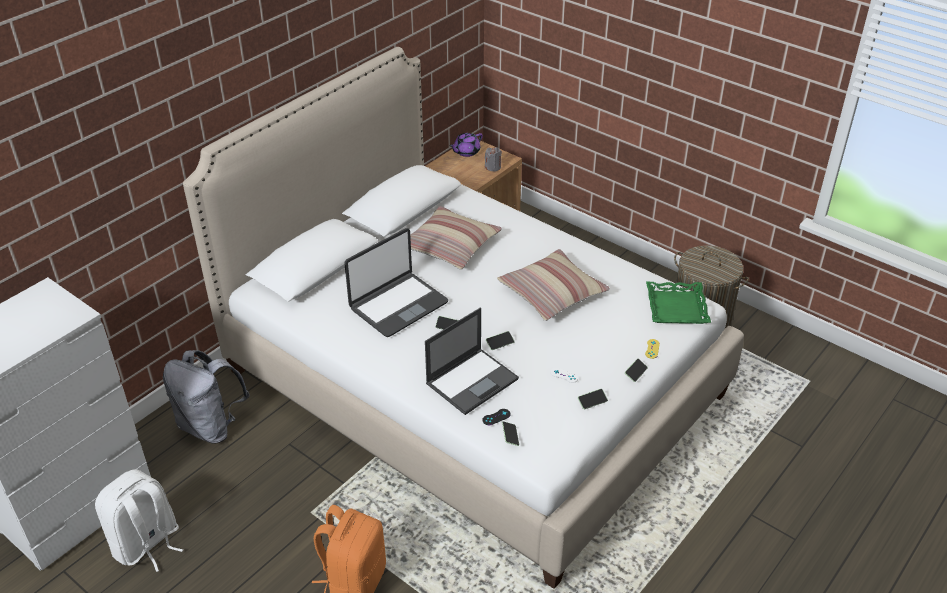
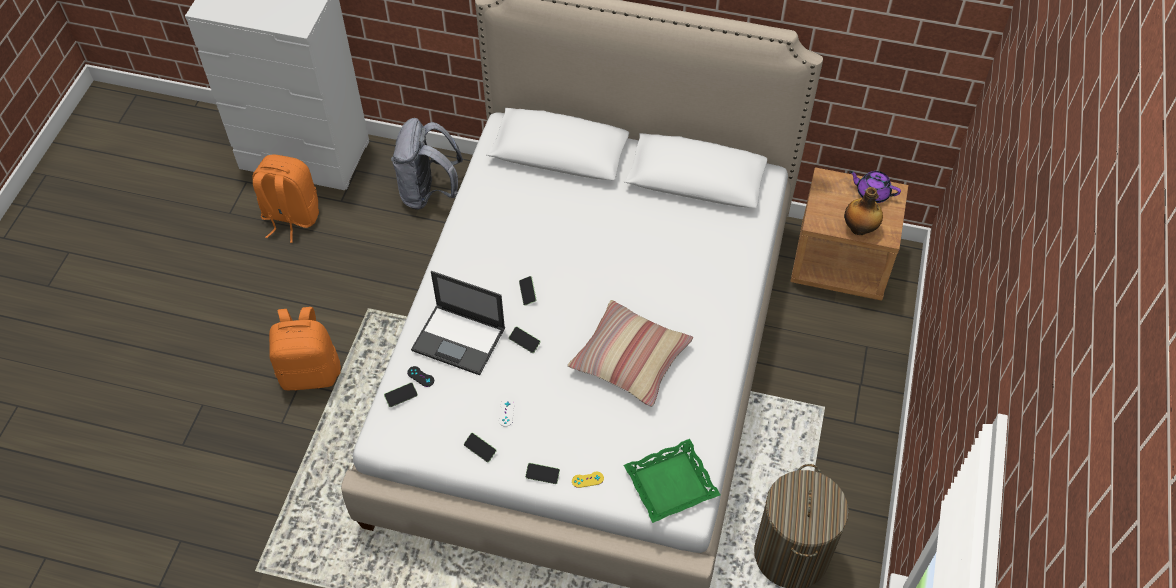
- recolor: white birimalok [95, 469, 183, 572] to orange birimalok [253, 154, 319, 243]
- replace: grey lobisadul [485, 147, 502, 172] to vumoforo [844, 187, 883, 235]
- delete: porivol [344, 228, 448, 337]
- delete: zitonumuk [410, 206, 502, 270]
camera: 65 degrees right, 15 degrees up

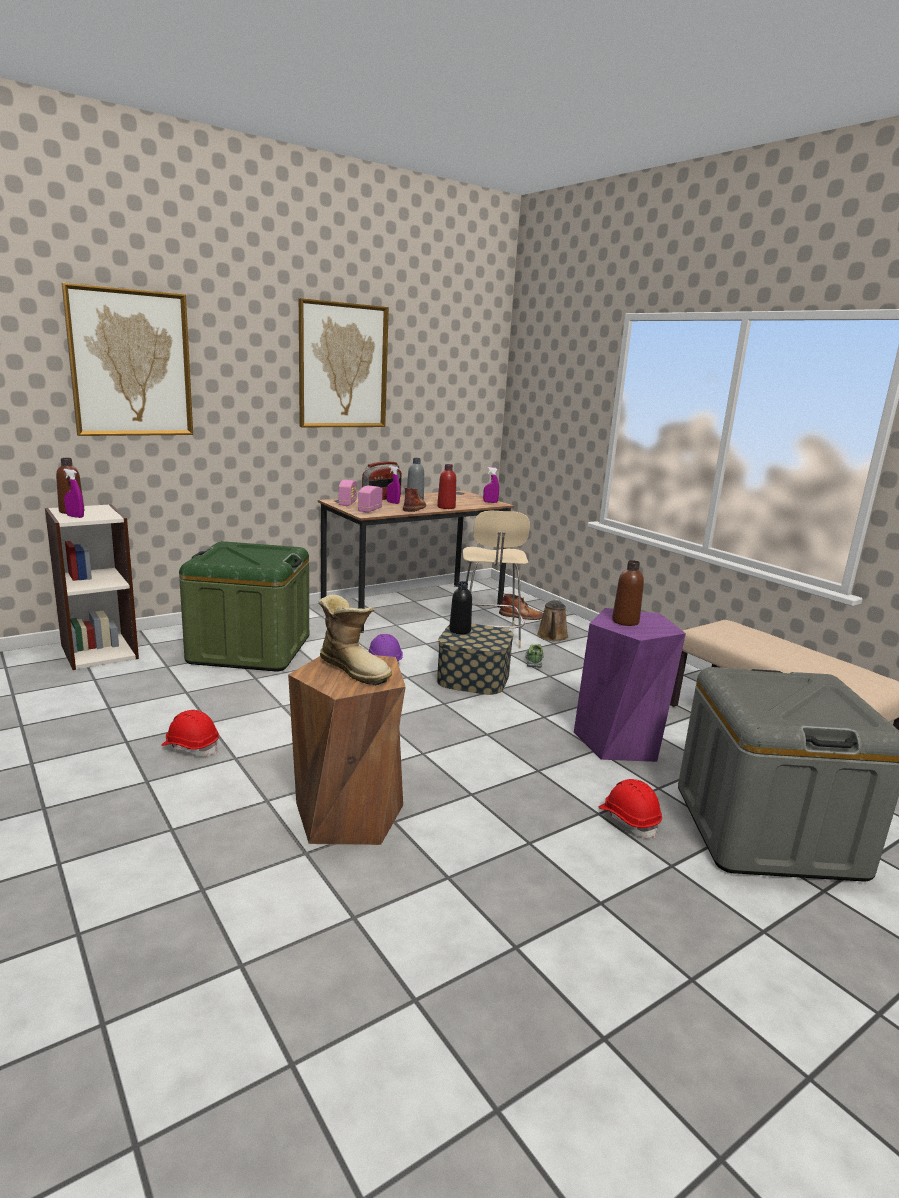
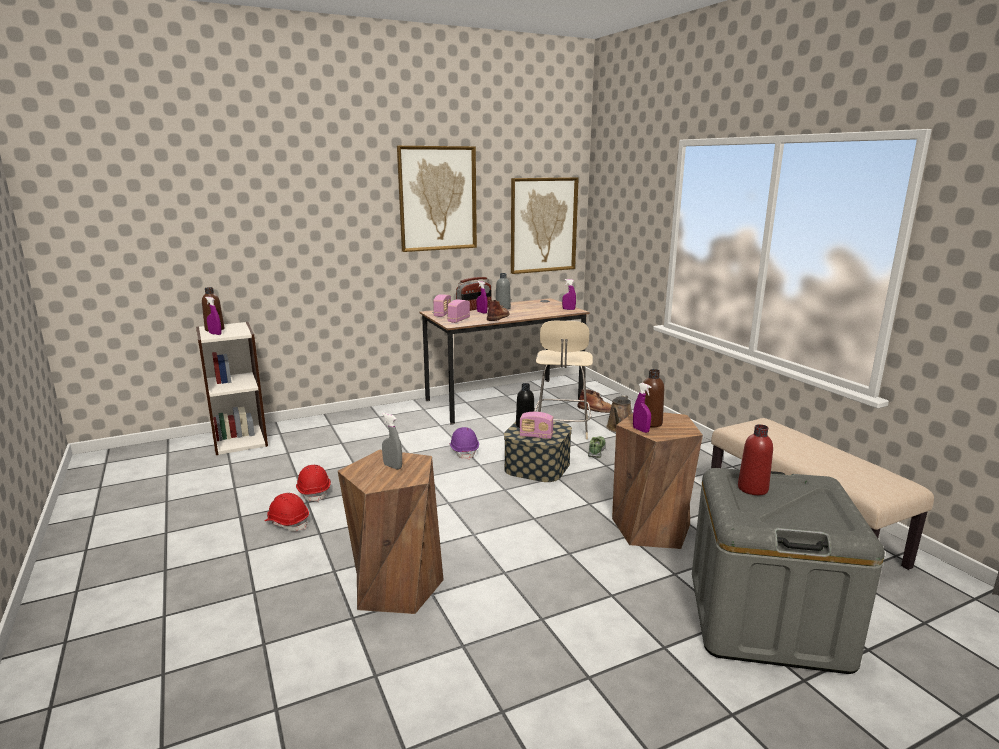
- move: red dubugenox [599, 779, 662, 839] to [296, 465, 331, 502]
- replace: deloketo [319, 594, 392, 685] to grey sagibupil [382, 413, 402, 470]
- move: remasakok [62, 283, 193, 436] to [511, 177, 579, 274]
- insert: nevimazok [520, 412, 553, 439]
- recolor: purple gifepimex [574, 608, 686, 762] to brown gifepimex [612, 412, 703, 549]
- insert: purple sagibupil [633, 383, 651, 433]
- move: red vumoforo [437, 464, 456, 509] to [738, 424, 773, 495]
- delete: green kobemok [179, 541, 309, 672]
camera: 10 degrees right, 0 degrees up

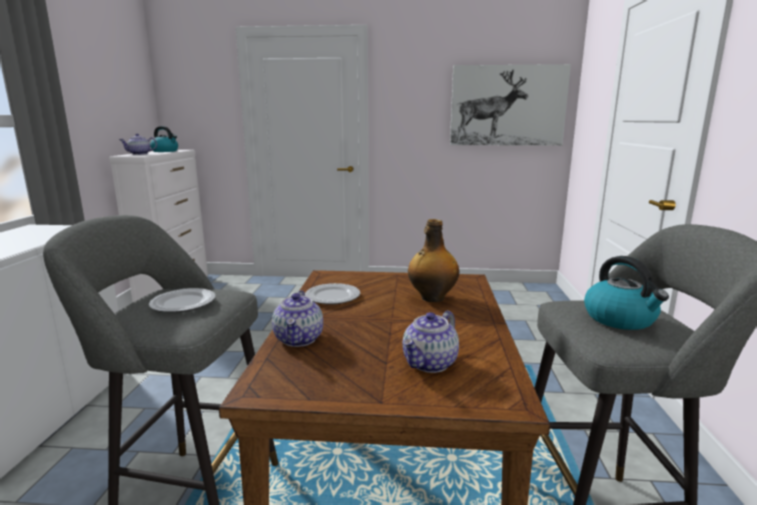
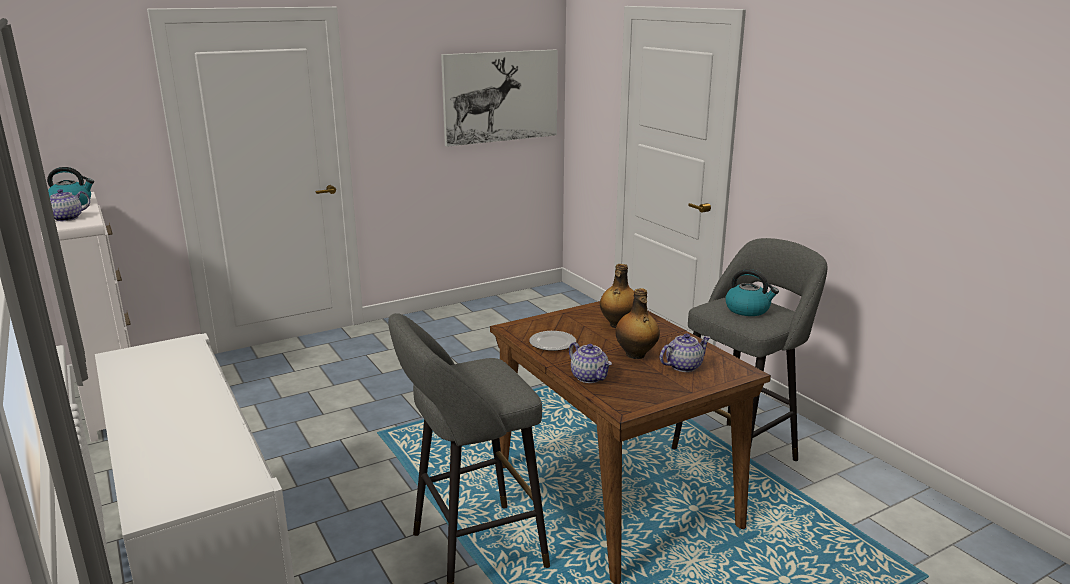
- insert: vumoforo [615, 288, 660, 359]
- rotate: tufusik [403, 311, 459, 373] = [660, 334, 711, 372] 120 degrees counterclockwise
- delete: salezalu [149, 288, 216, 313]
camera: 35 degrees left, 5 degrees up

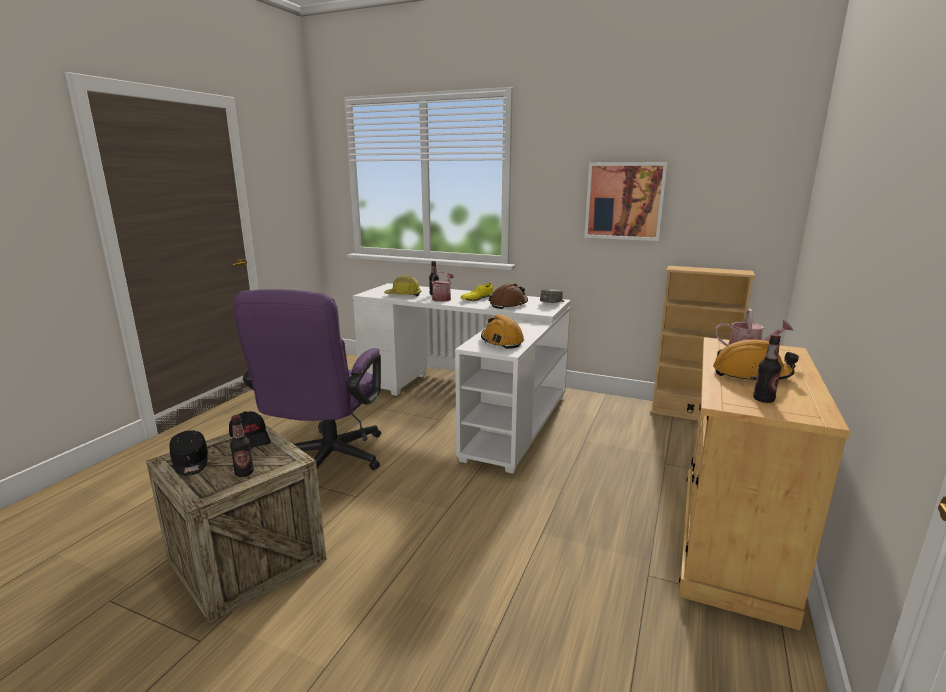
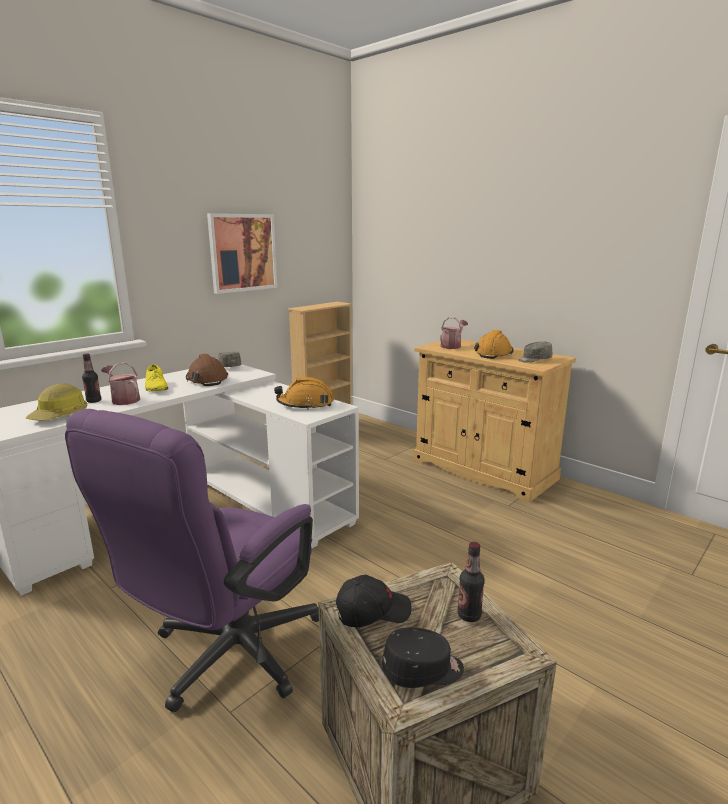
- rotate: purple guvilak [233, 289, 381, 470] = [65, 409, 319, 713] 90 degrees clockwise
- replace: vumoforo [753, 334, 781, 403] to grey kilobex [518, 342, 552, 363]
camera: 70 degrees left, 0 degrees up

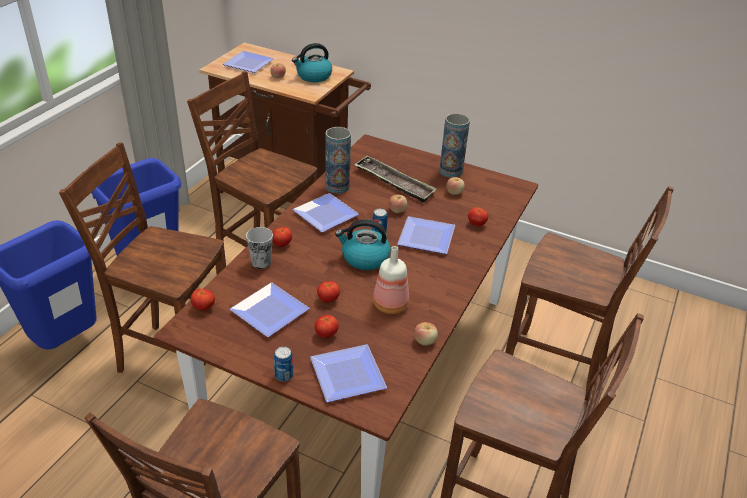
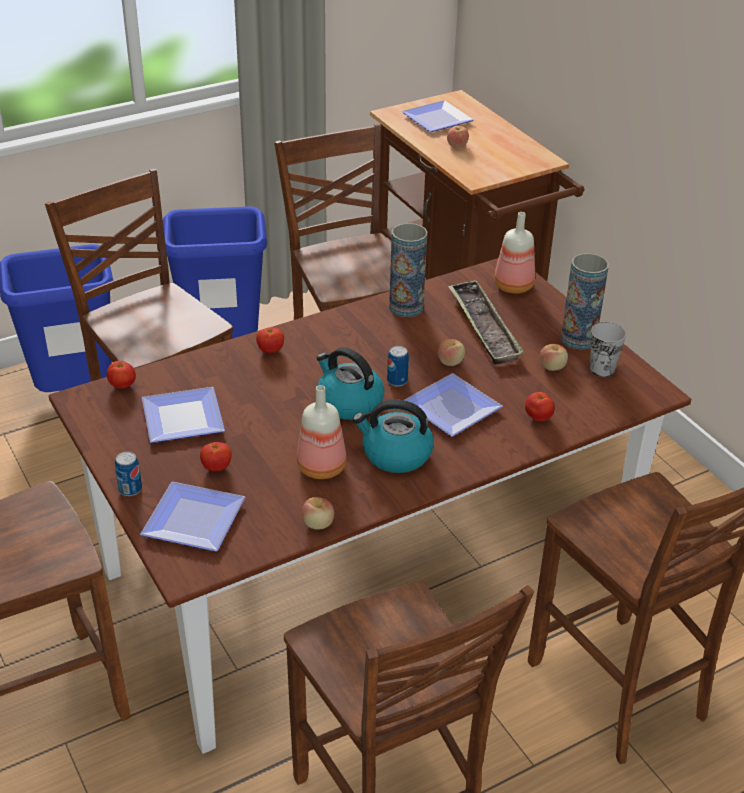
- move: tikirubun [292, 43, 332, 82] to [353, 399, 434, 473]
- insert: vumoforo [494, 212, 535, 294]
- move: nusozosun [246, 227, 273, 269] to [590, 322, 626, 377]
- delete: salezalu [292, 193, 359, 232]
- delete: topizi [317, 281, 340, 303]
camera: 35 degrees right, 0 degrees up

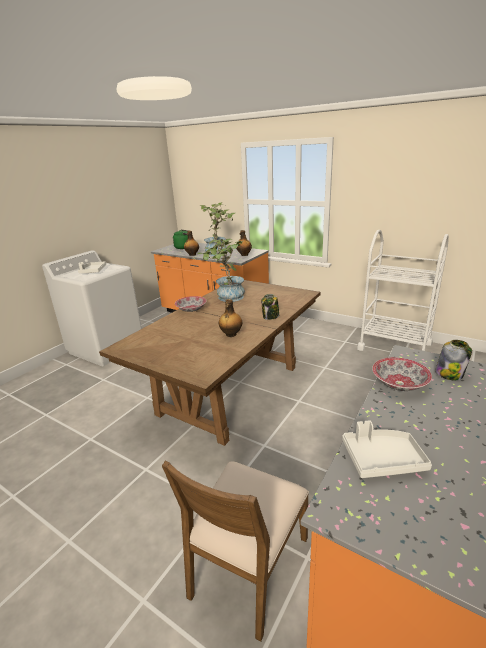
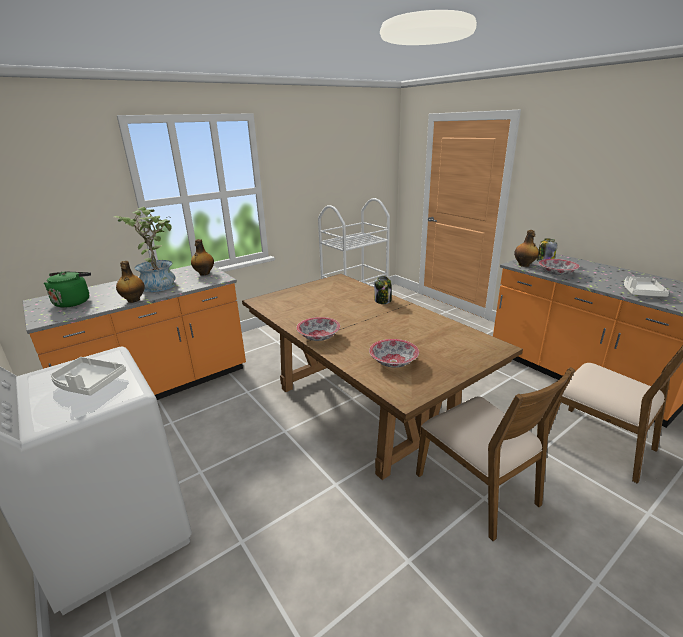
- insert: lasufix [369, 339, 419, 368]
- insert: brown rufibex [416, 367, 575, 541]
- move: vumoforo [219, 299, 242, 337] to [514, 230, 539, 267]
- delete: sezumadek [198, 239, 245, 302]
camera: 70 degrees left, 0 degrees up

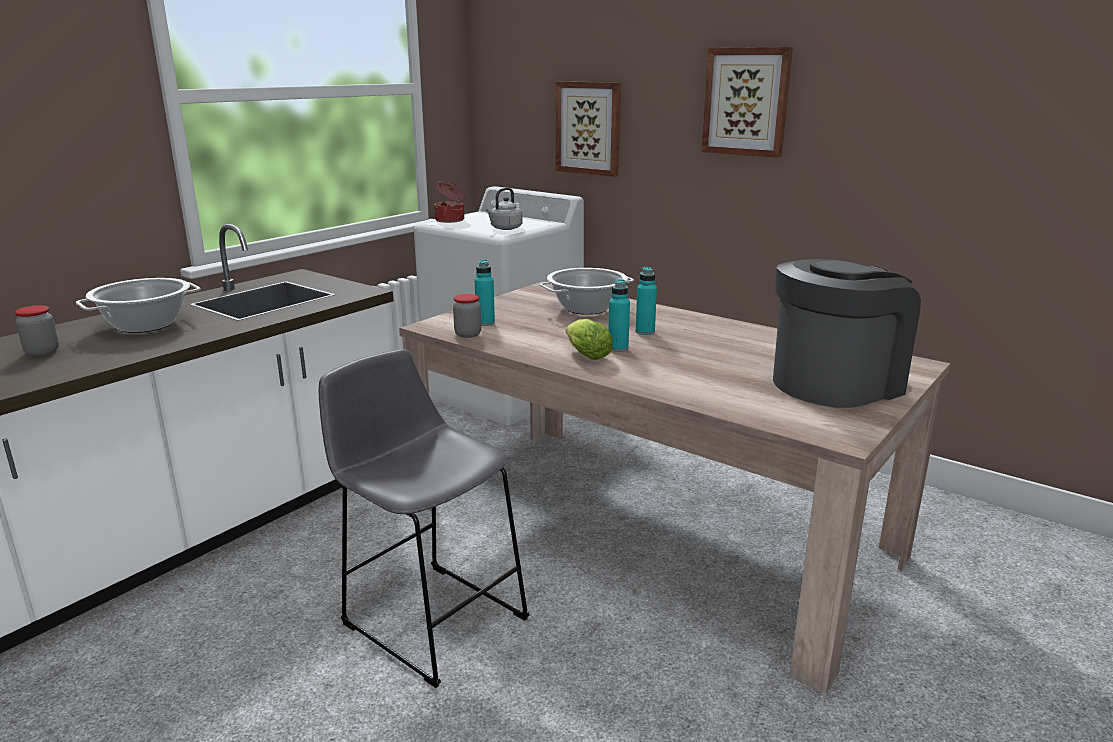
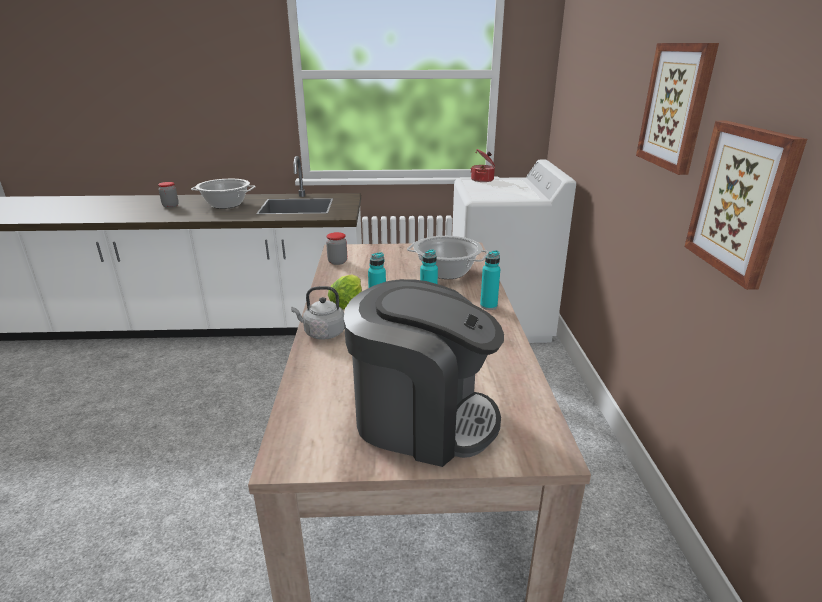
- move: grey tikirubun [485, 188, 523, 230] to [291, 286, 344, 340]
- move: turquoise vumoforo [475, 260, 495, 326] to [480, 250, 500, 310]
- move: remasakok [556, 81, 621, 177] to [684, 121, 807, 290]
- delete: grey gifepimex [319, 349, 530, 688]
camera: 50 degrees right, 5 degrees up

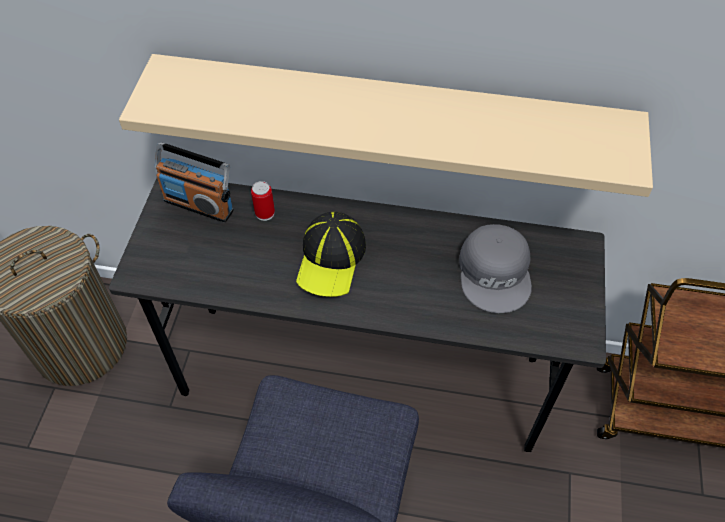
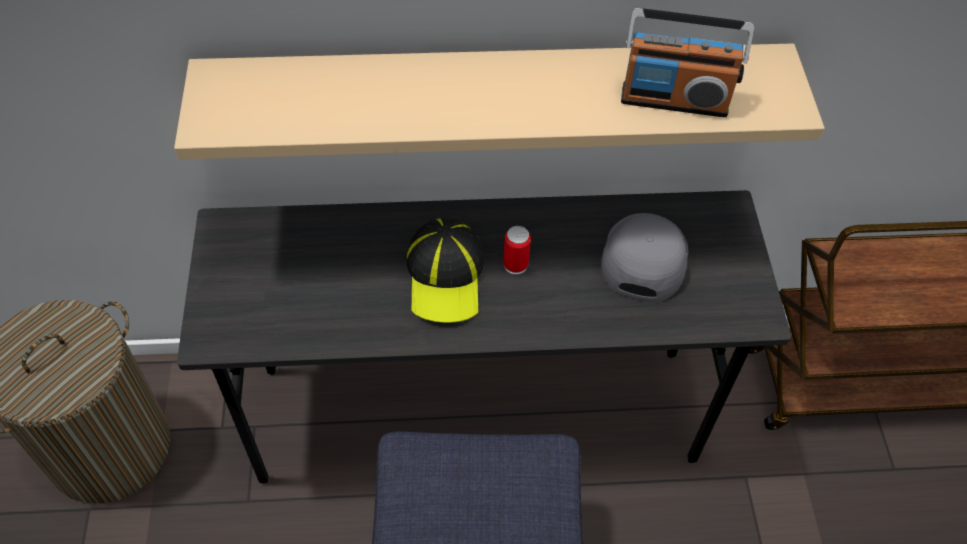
- move: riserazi [251, 181, 275, 221] to [503, 226, 531, 274]
- rotate: grey kilobex [459, 224, 532, 313] = [601, 213, 688, 302] 150 degrees counterclockwise
- move: nevimazok [155, 142, 234, 223] to [621, 8, 754, 117]
camera: 15 degrees left, 0 degrees up

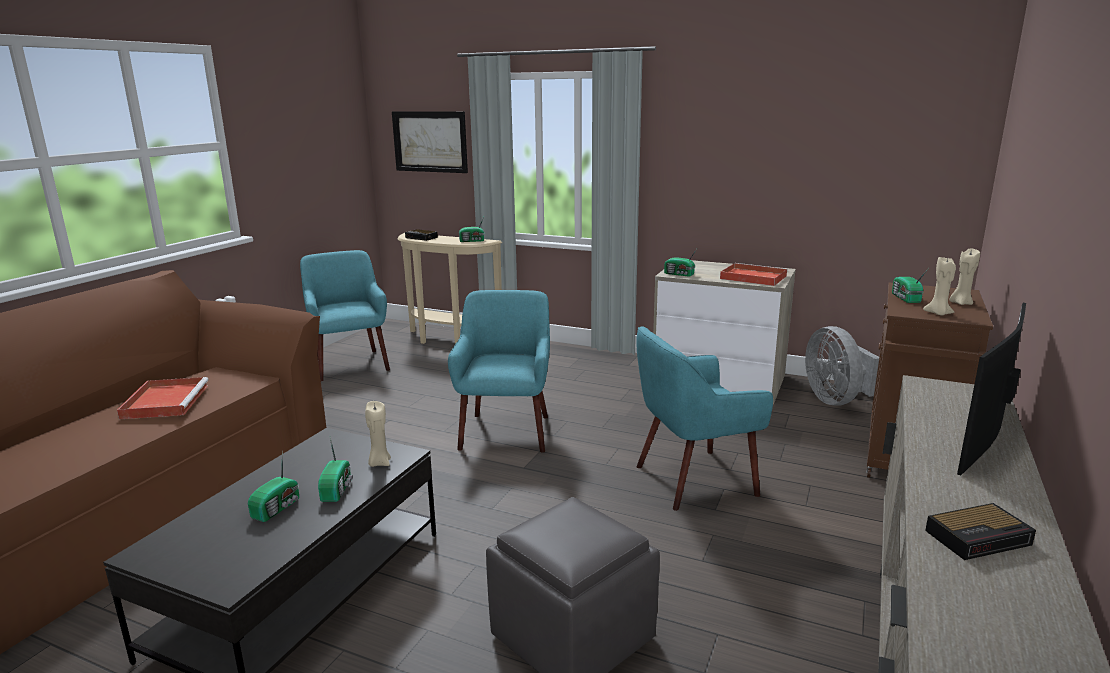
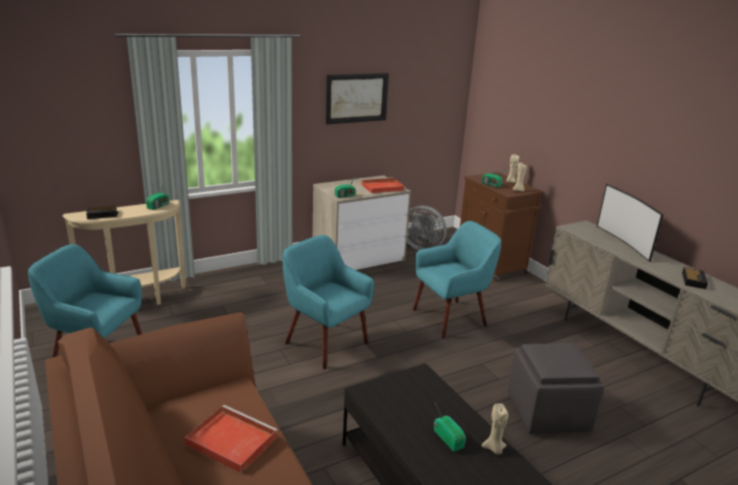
- move: remasakok [392, 111, 468, 173] to [326, 73, 389, 124]
- rotate: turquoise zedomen [636, 326, 773, 511] = [413, 221, 501, 338] 135 degrees counterclockwise
- move: beige lobisadul [365, 401, 391, 467] to [482, 403, 508, 455]
- delete: nevimazok [318, 437, 353, 502]
camera: 55 degrees left, 5 degrees up

